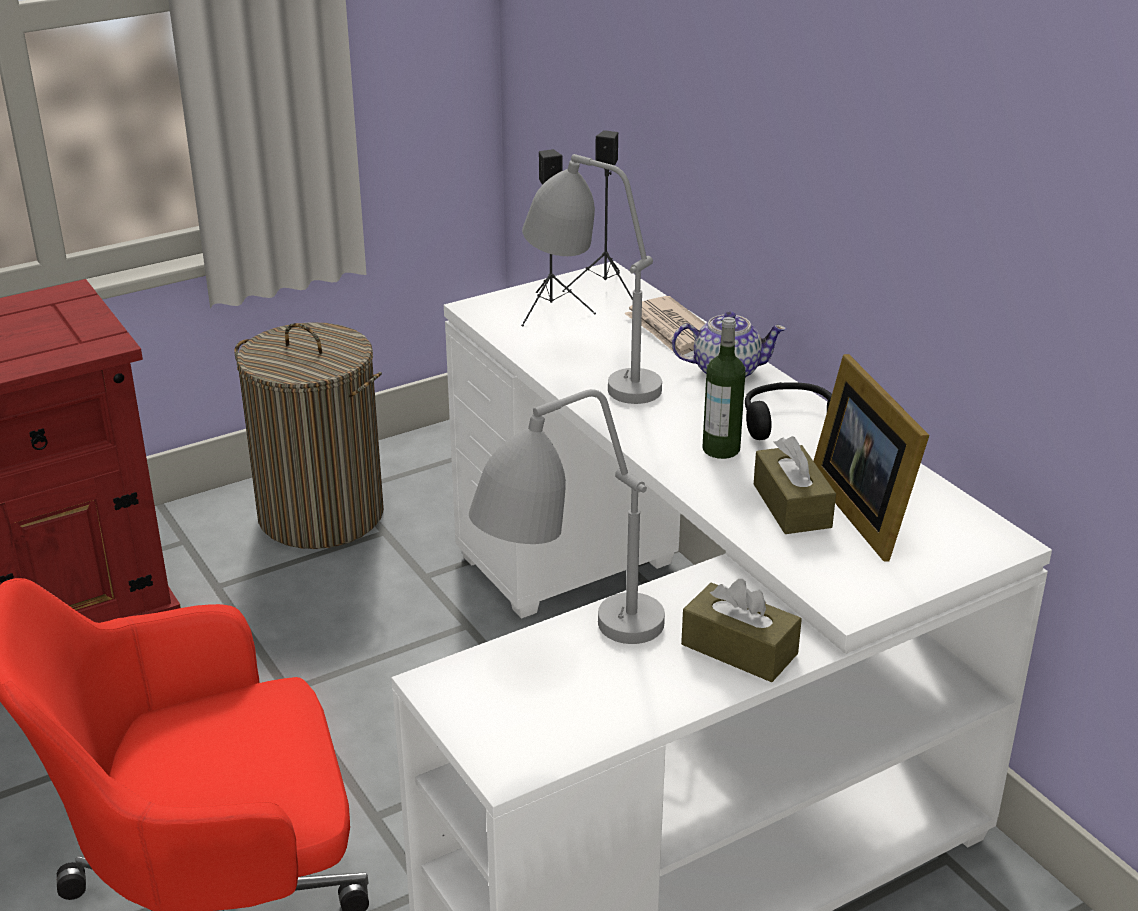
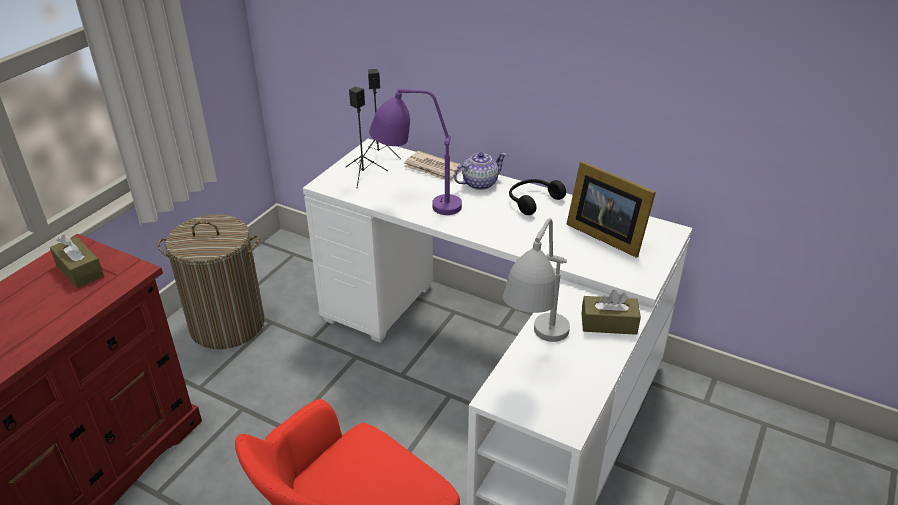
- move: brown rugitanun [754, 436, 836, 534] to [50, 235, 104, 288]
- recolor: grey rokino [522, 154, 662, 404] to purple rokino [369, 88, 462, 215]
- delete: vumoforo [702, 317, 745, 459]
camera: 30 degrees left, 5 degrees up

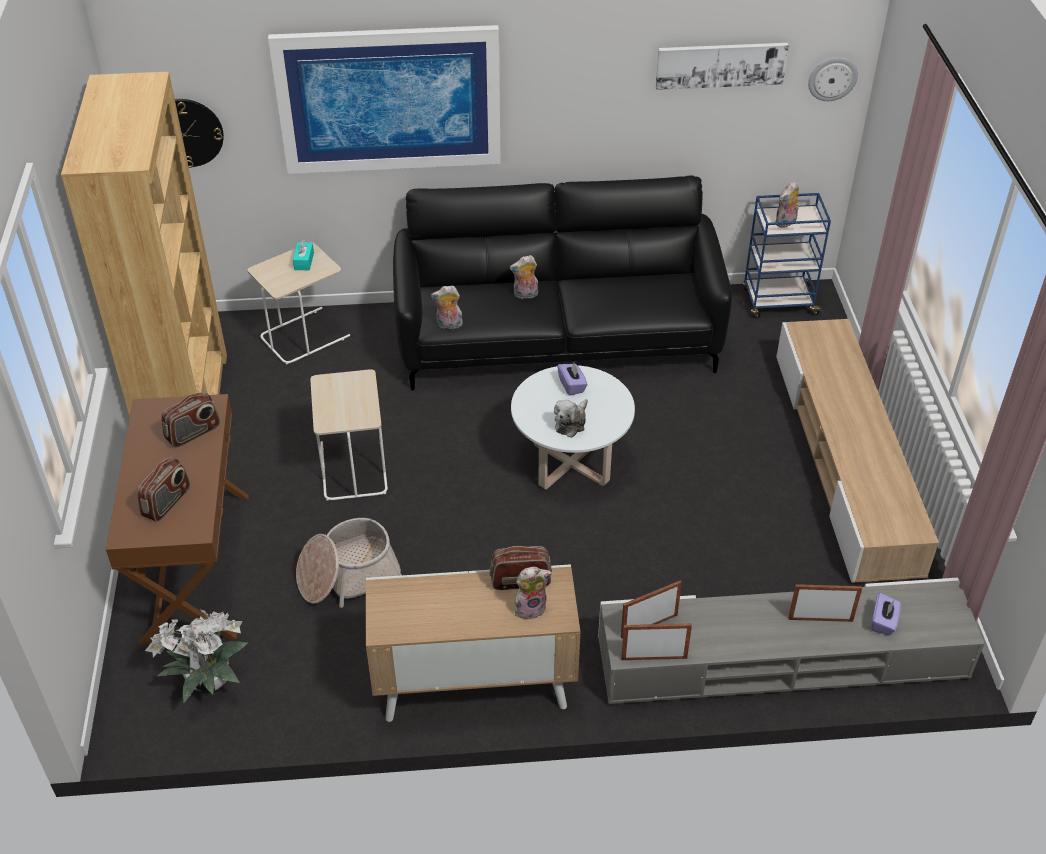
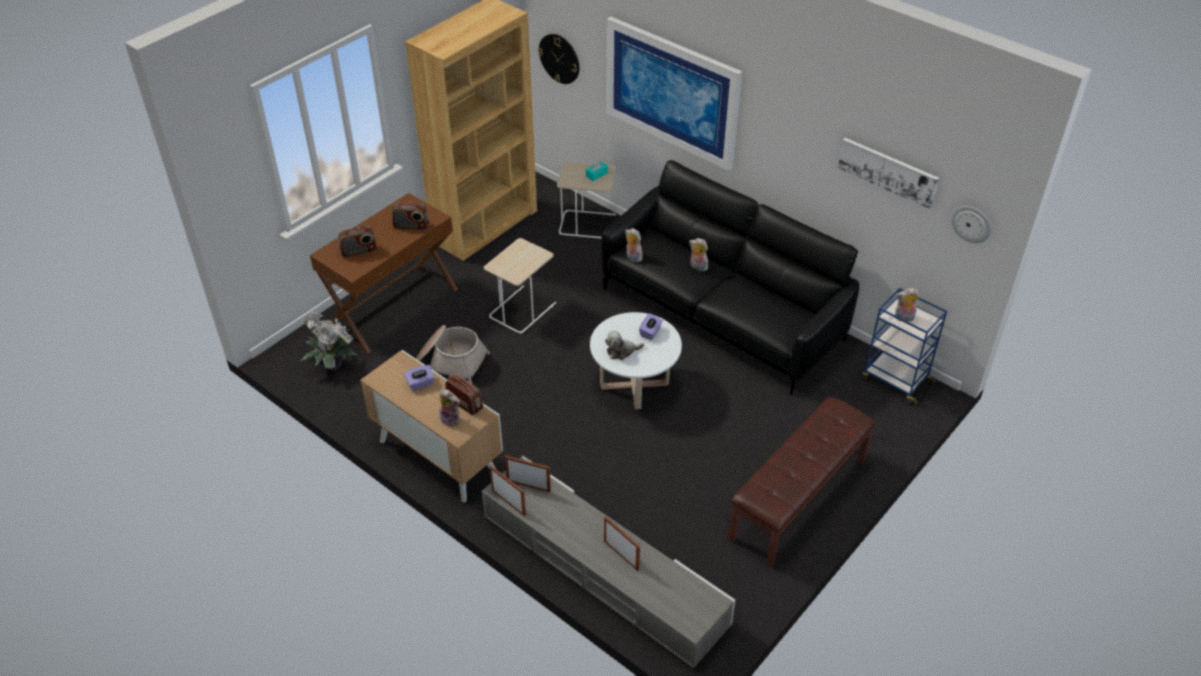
- move: purple rugitanun [871, 593, 901, 635] to [404, 365, 435, 390]
- replace: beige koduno [776, 319, 939, 583] to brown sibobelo [728, 397, 876, 567]
camera: 45 degrees right, 0 degrees up

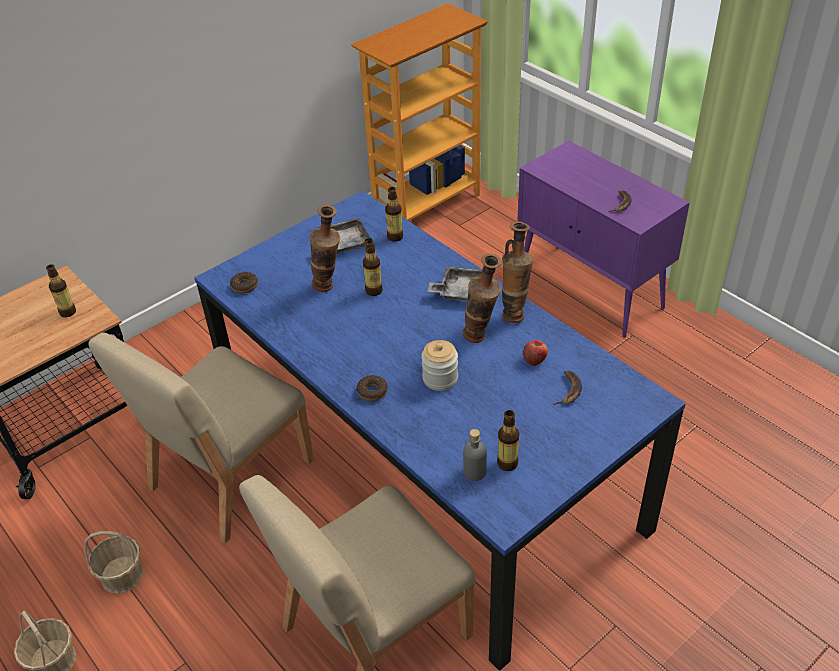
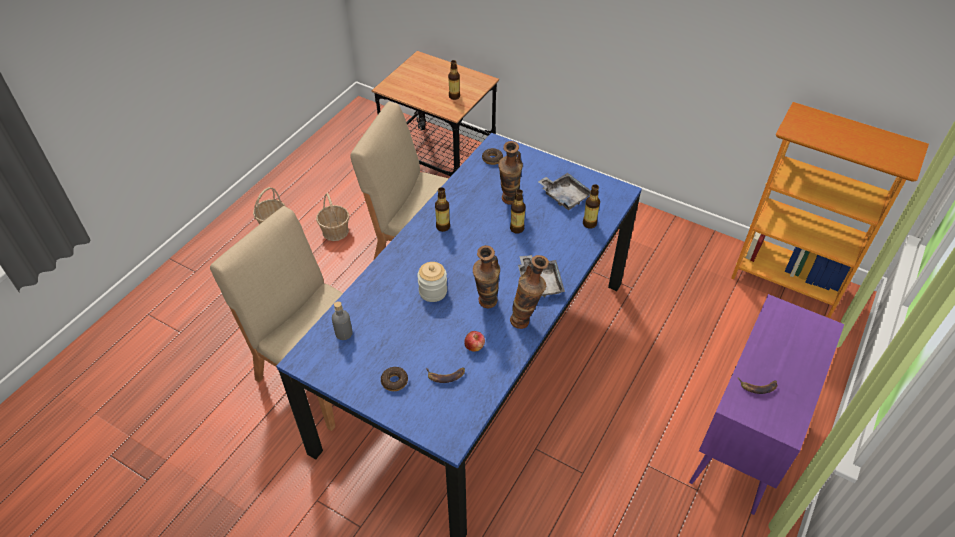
- move: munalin [356, 375, 388, 401] to [381, 367, 408, 391]
- move: vumoforo [497, 410, 519, 471] to [435, 187, 450, 232]
camera: 70 degrees right, 5 degrees up

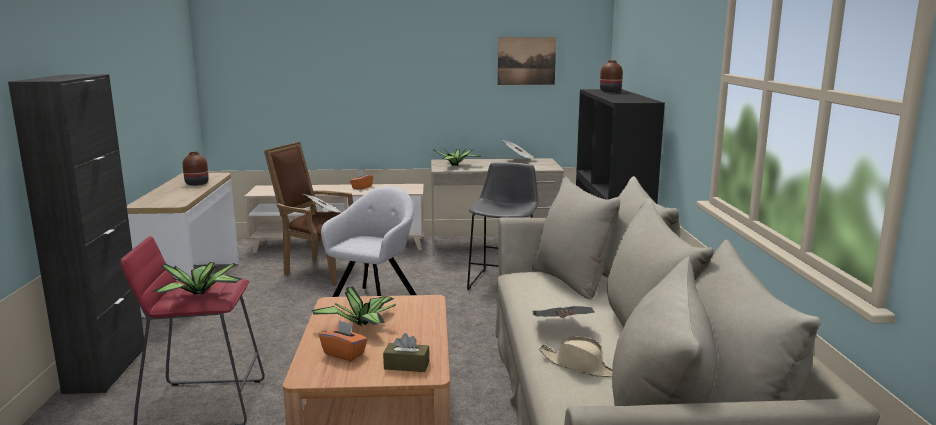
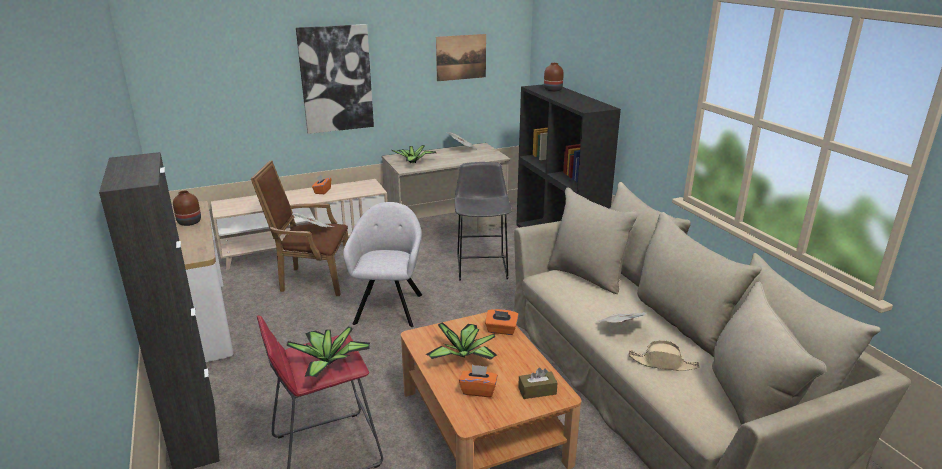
- insert: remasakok [296, 24, 374, 134]
- insert: orange rugitanun [485, 309, 519, 335]
camera: 20 degrees left, 10 degrees up

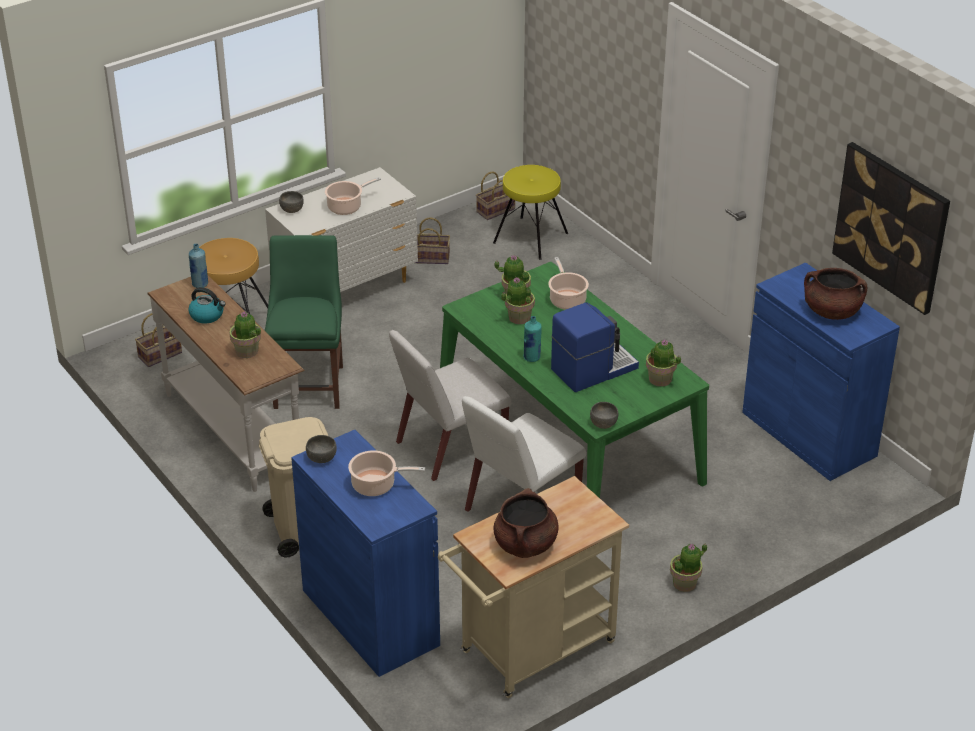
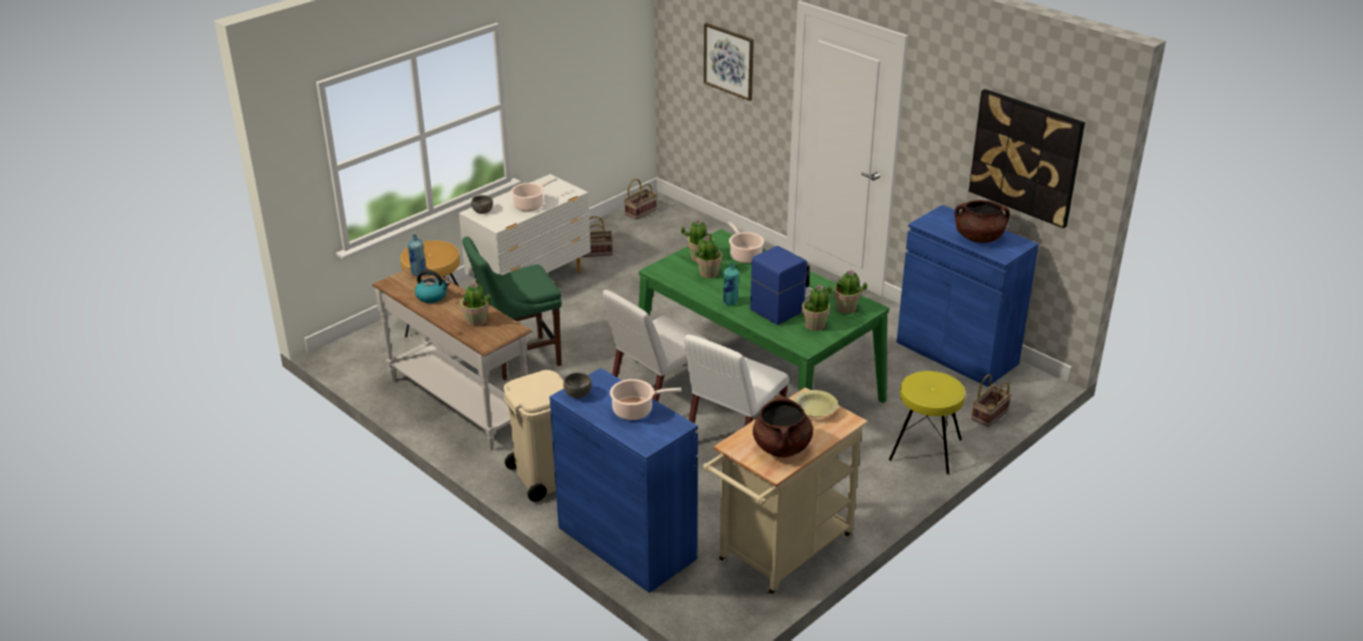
- rotate: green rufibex [265, 235, 343, 409] = [462, 237, 562, 380] 105 degrees counterclockwise
- insert: remasakok [704, 23, 754, 101]
- insert: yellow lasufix [794, 390, 838, 417]
- move: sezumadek [670, 543, 707, 592] to [802, 285, 832, 331]
- move: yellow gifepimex [493, 165, 568, 260] to [889, 371, 965, 475]
- move: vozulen [135, 313, 182, 367] to [971, 374, 1011, 427]
- delete: grey lasufix [590, 402, 618, 429]
camera: 10 degrees left, 5 degrees down

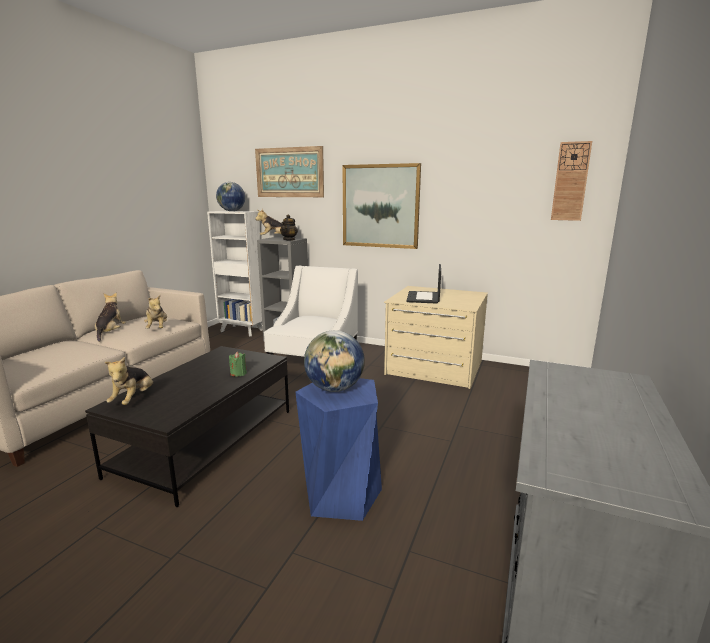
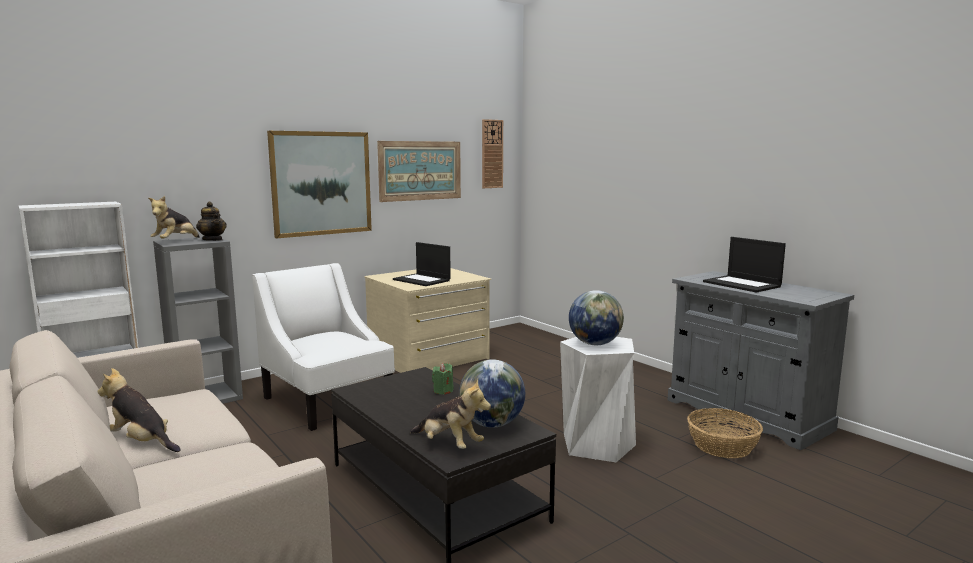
- move: remasakok [255, 146, 324, 197] to [377, 141, 461, 202]
- move: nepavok [216, 182, 245, 211] to [459, 359, 525, 428]
- recolor: blue gifepimex [295, 378, 382, 521] to white gifepimex [560, 337, 636, 462]
- insert: vozulen [687, 408, 763, 458]
- insert: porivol [703, 237, 786, 293]
- delete: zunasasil [144, 295, 167, 329]
camera: 60 degrees left, 5 degrees down

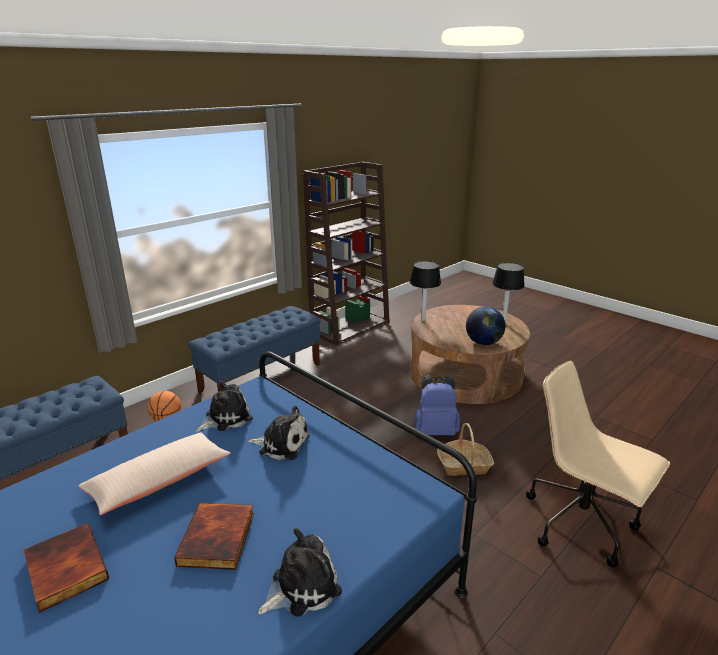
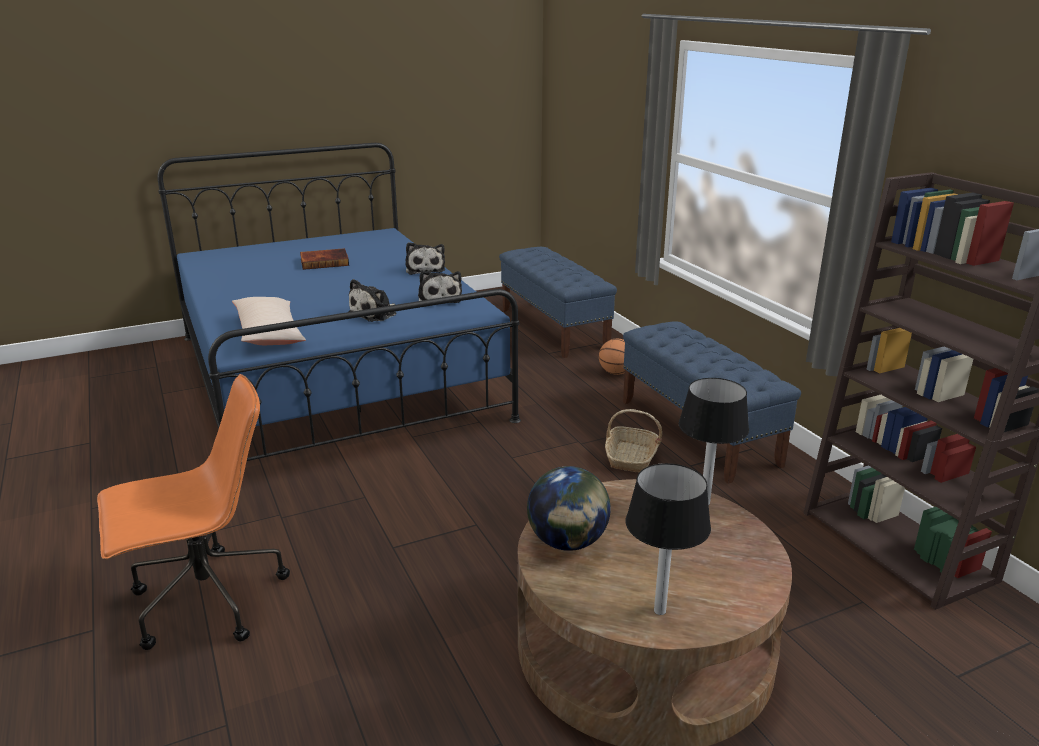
- recolor: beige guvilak [526, 361, 670, 567] to orange guvilak [97, 374, 290, 650]
- move: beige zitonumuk [79, 433, 231, 515] to [232, 297, 306, 345]
- move: zunasasil [258, 528, 342, 617] to [405, 242, 445, 275]
- move: vozulen [437, 423, 494, 476] to [605, 409, 662, 472]
- delete: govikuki [174, 503, 254, 570]
- delete: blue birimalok [415, 375, 460, 436]
camera: 110 degrees right, 0 degrees up

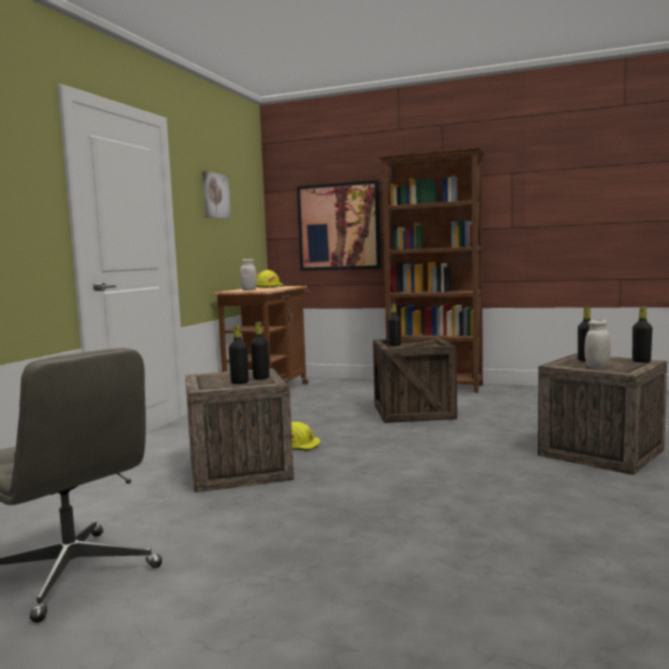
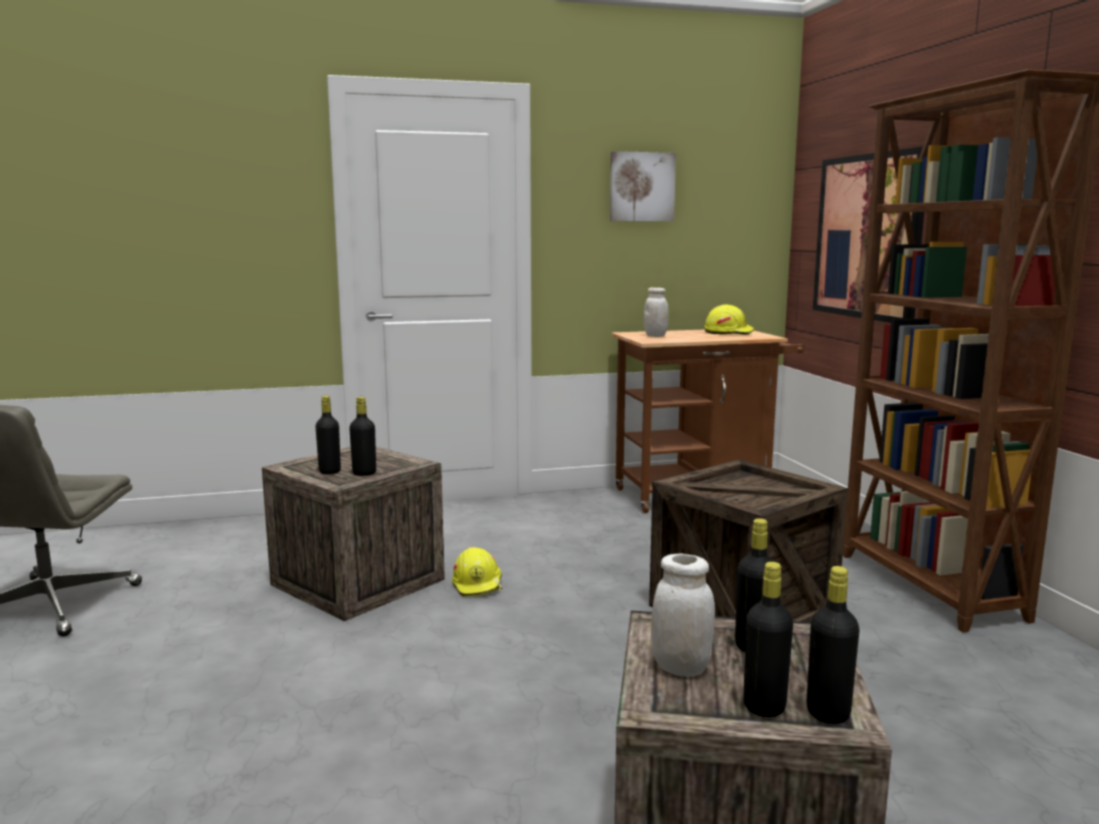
- move: black vumoforo [388, 304, 401, 346] to [743, 562, 793, 717]
camera: 55 degrees right, 5 degrees up

